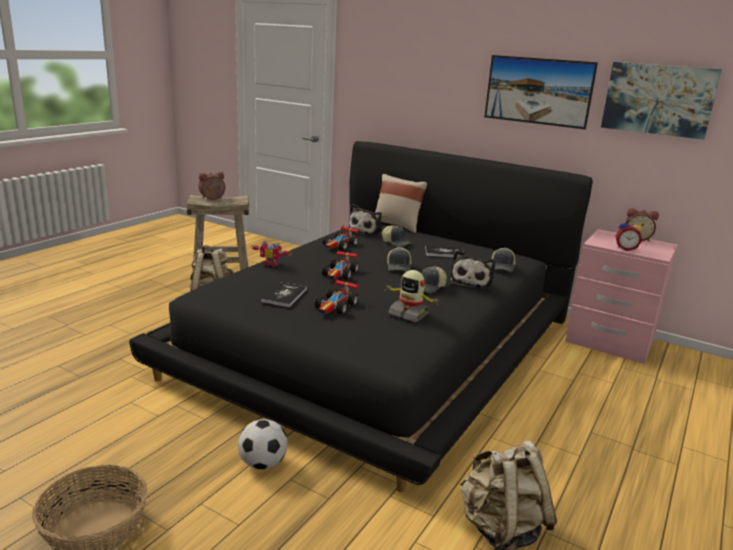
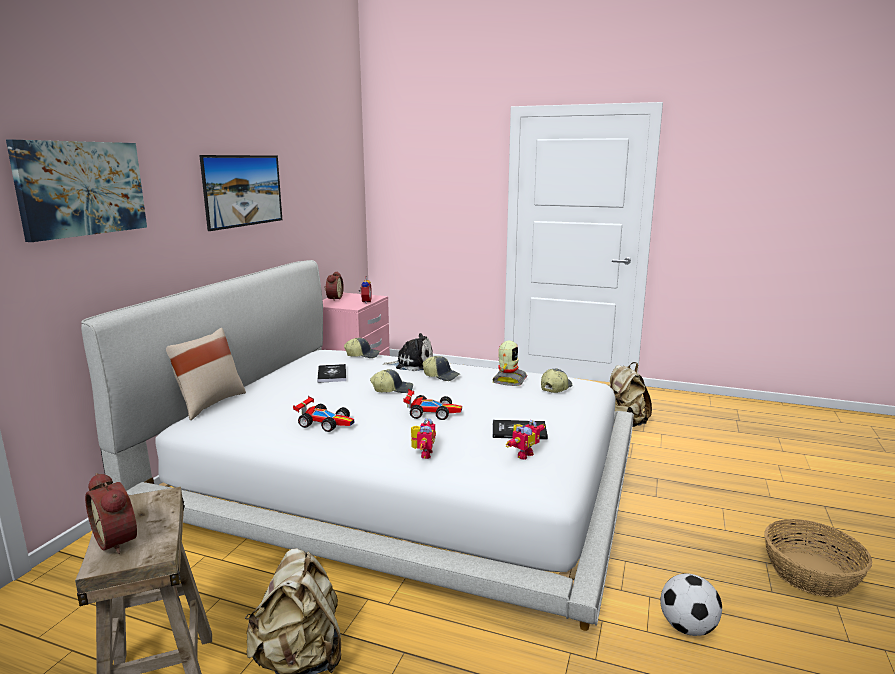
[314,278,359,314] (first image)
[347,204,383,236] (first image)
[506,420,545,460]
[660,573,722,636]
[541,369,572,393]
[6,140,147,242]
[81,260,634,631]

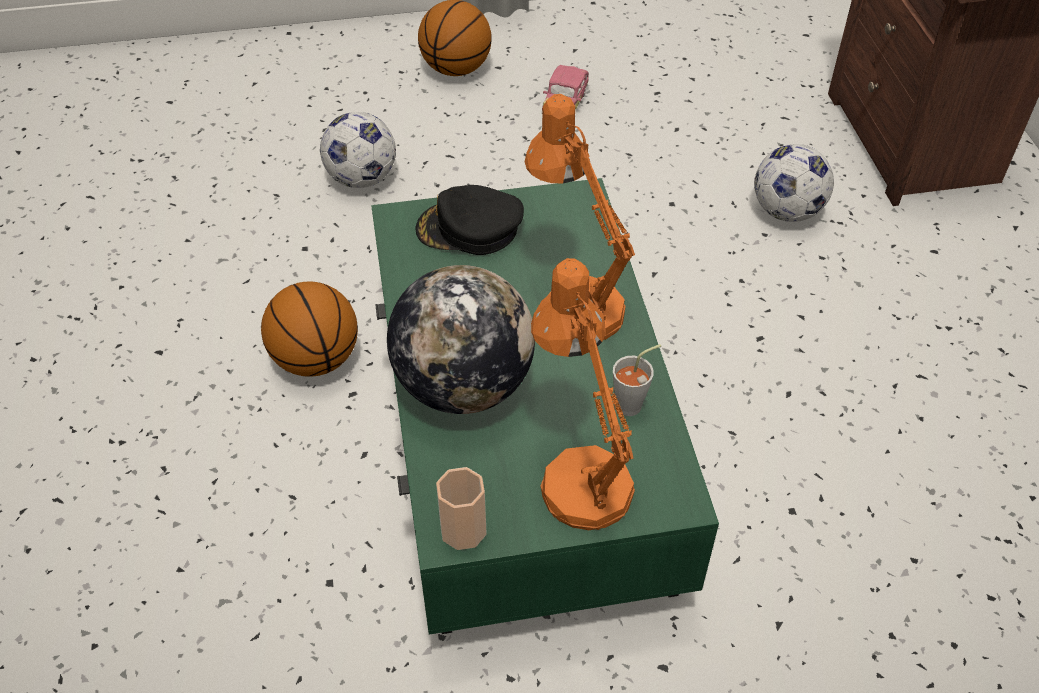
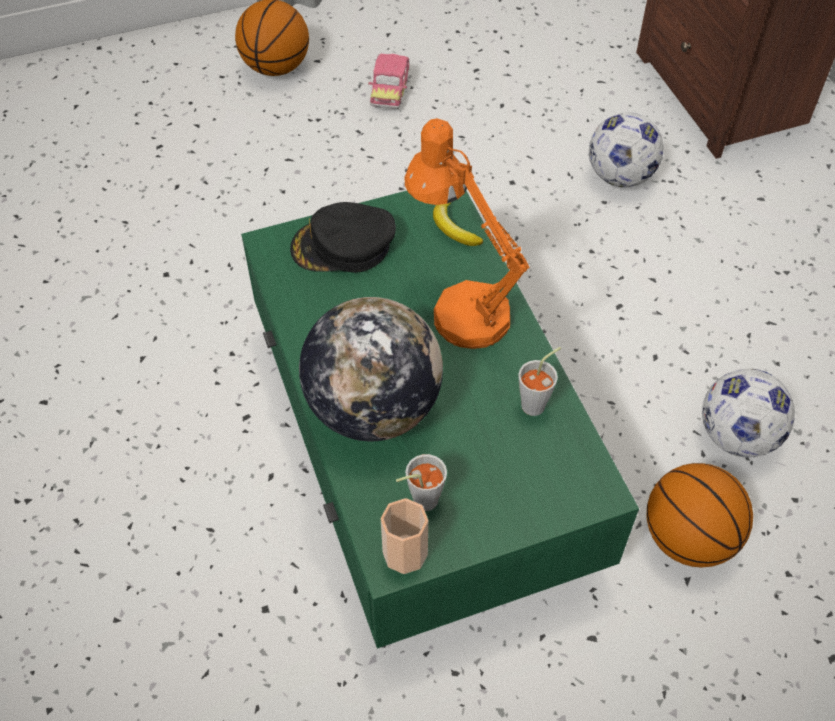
[531,258,635,530] (first image)
[396,454,447,511]
[433,202,483,246]
[647,463,753,568]
[702,369,795,458]

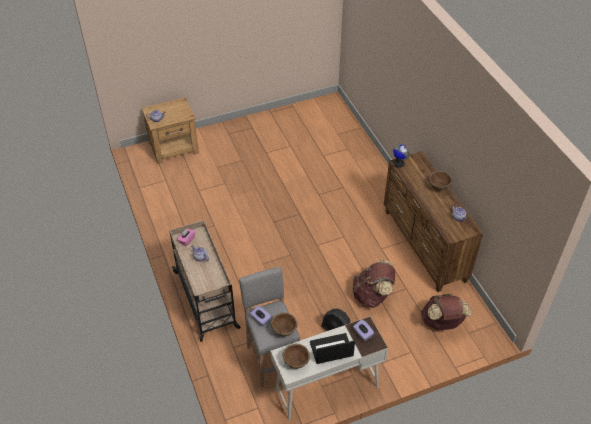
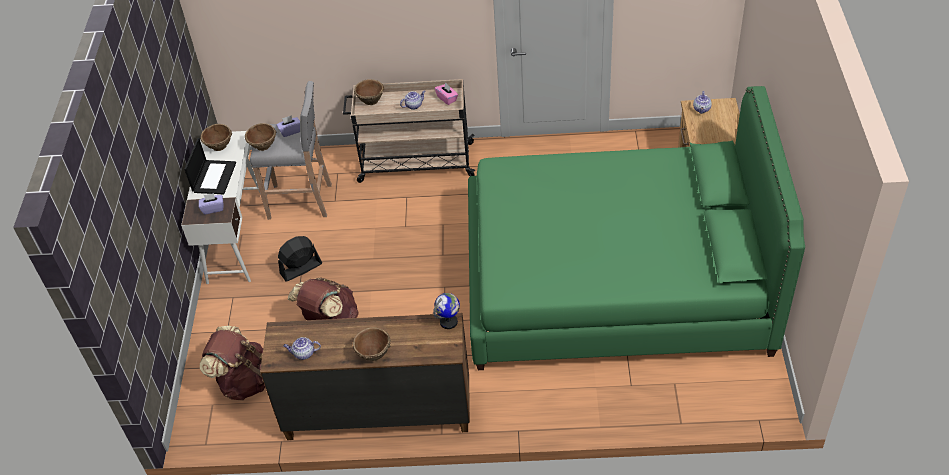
[354,79,384,105]
[468,86,805,370]

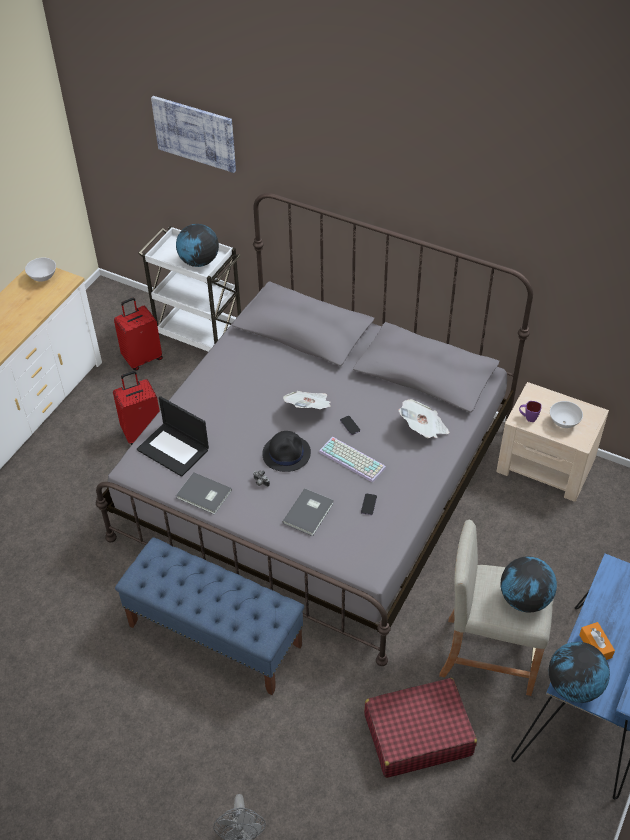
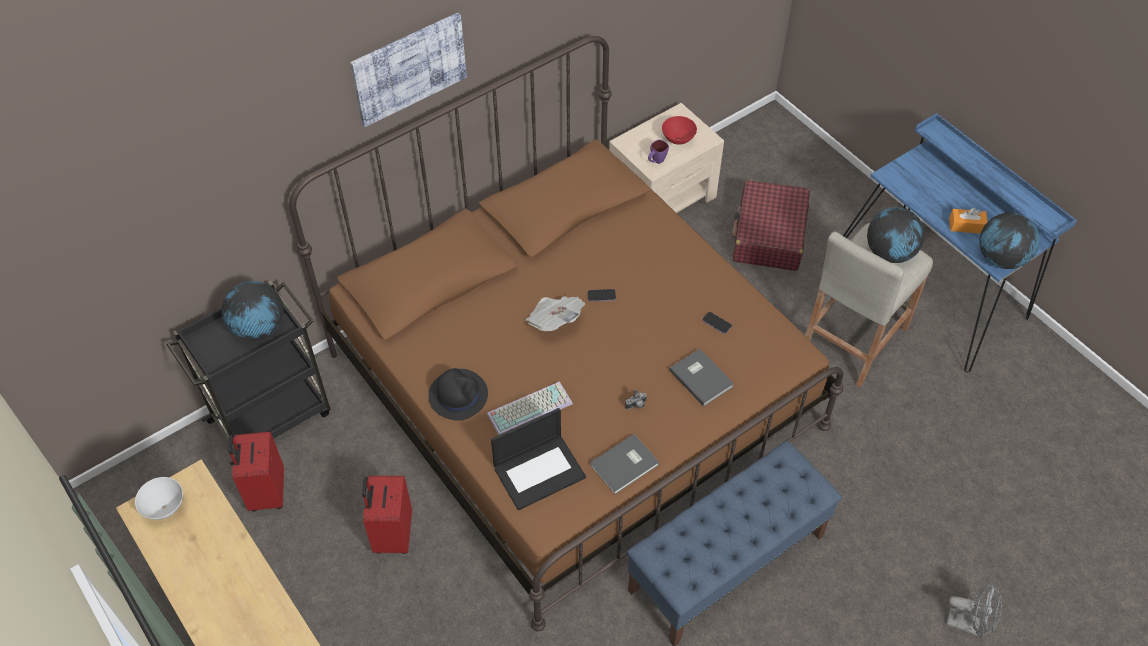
[398,399,450,438] (first image)
[350,13,467,127]
[428,368,488,421]
[487,381,573,435]
[732,180,810,271]
[289,36,843,631]
[166,281,330,465]
[662,116,697,145]

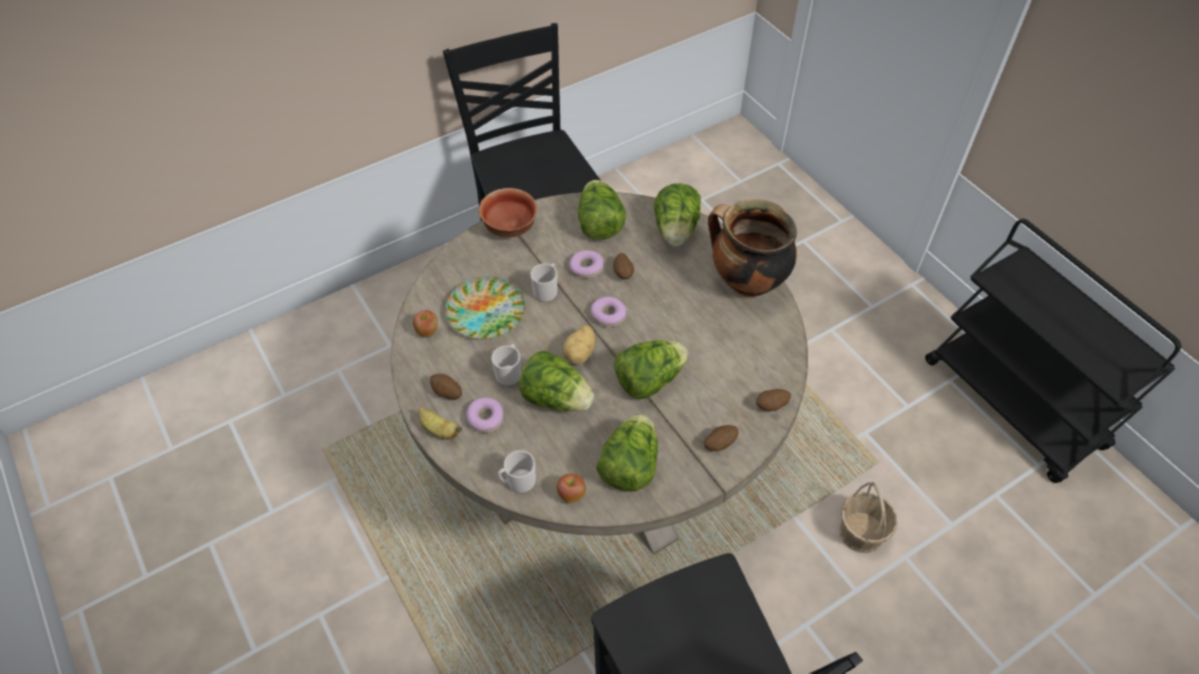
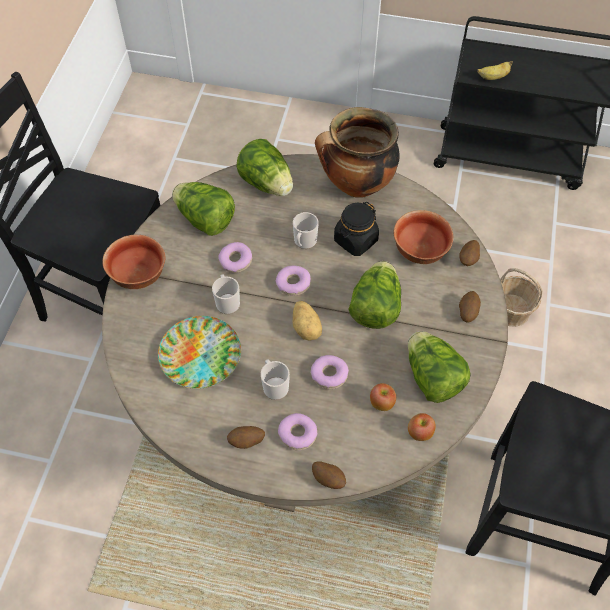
[334,202,379,256]
[394,210,453,264]
[370,383,396,411]
[477,61,513,80]
[293,212,319,249]
[312,461,346,489]
[311,355,349,389]

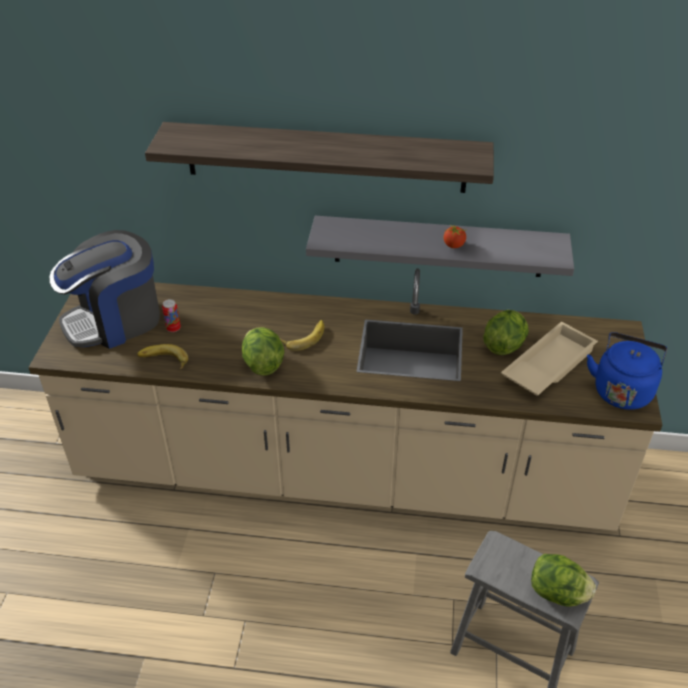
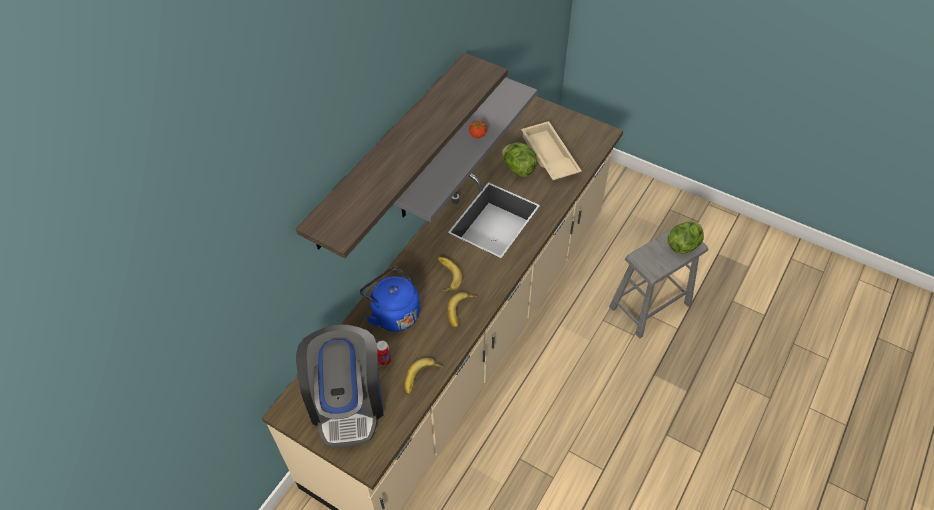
[360,266,420,332]
[447,292,477,328]

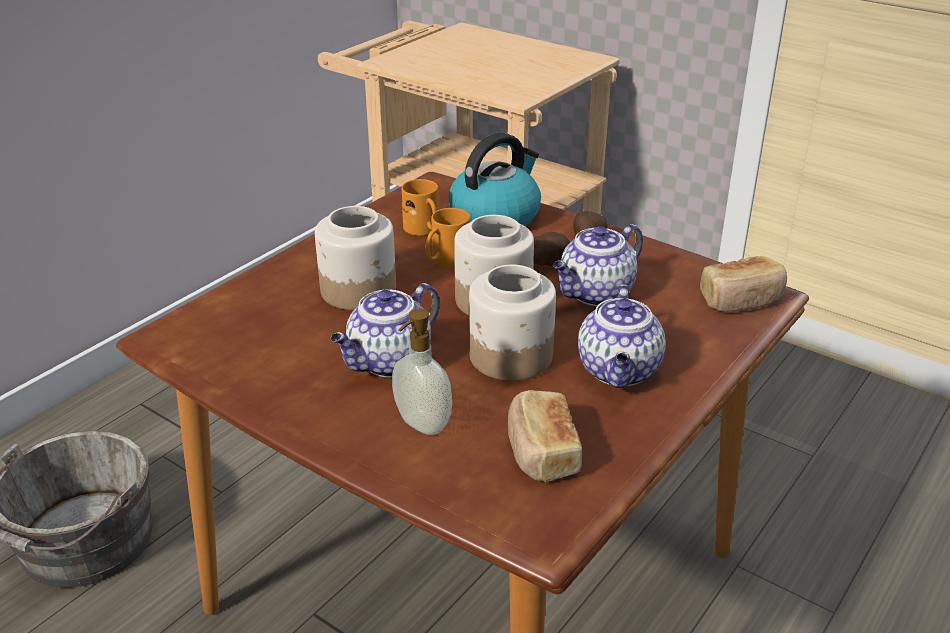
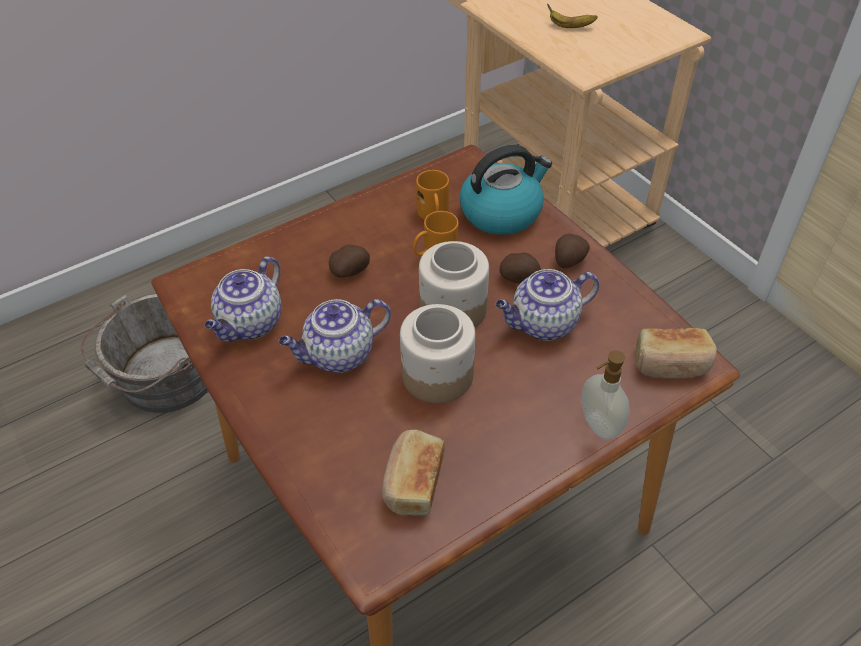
[547,4,598,28]
[581,350,630,440]
[205,256,282,342]
[329,245,370,278]

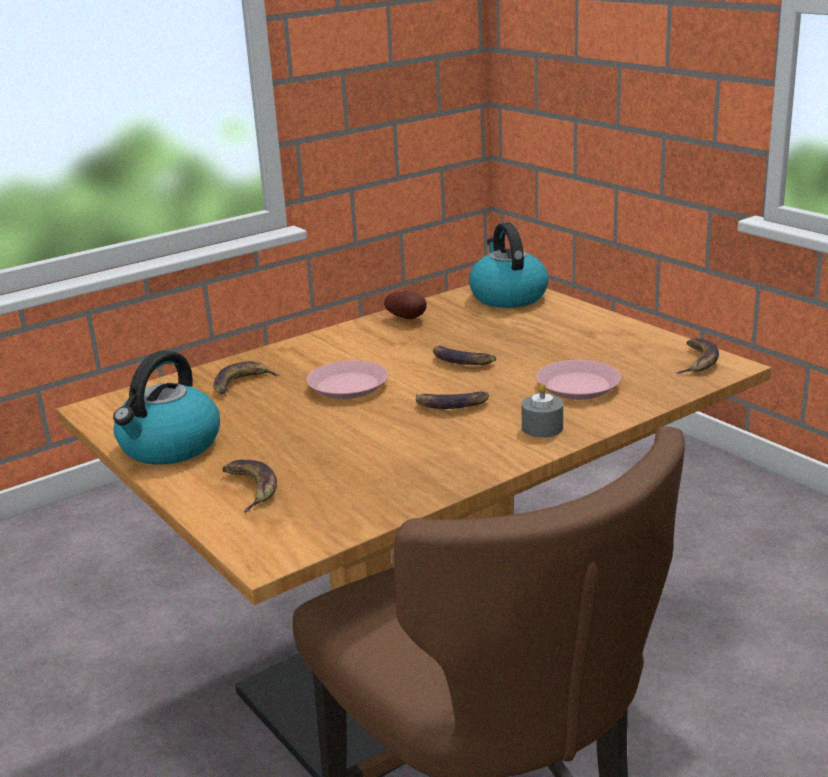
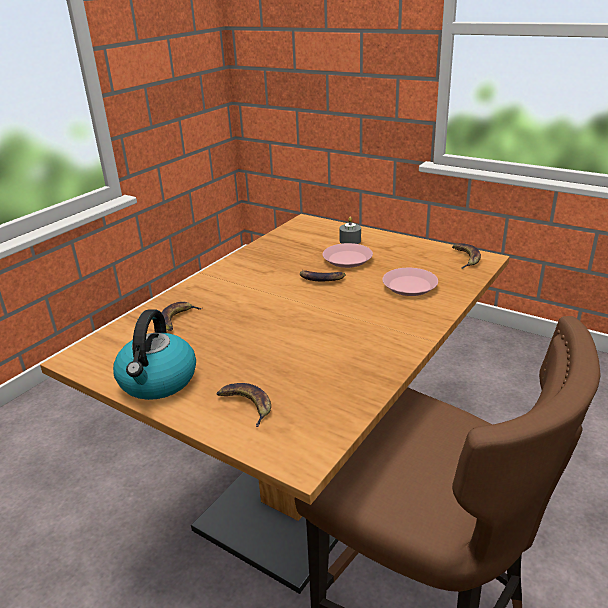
[384,291,427,319] (first image)
[416,391,489,409] (first image)
[469,222,549,308] (first image)
[323,243,373,268]
[339,217,361,244]

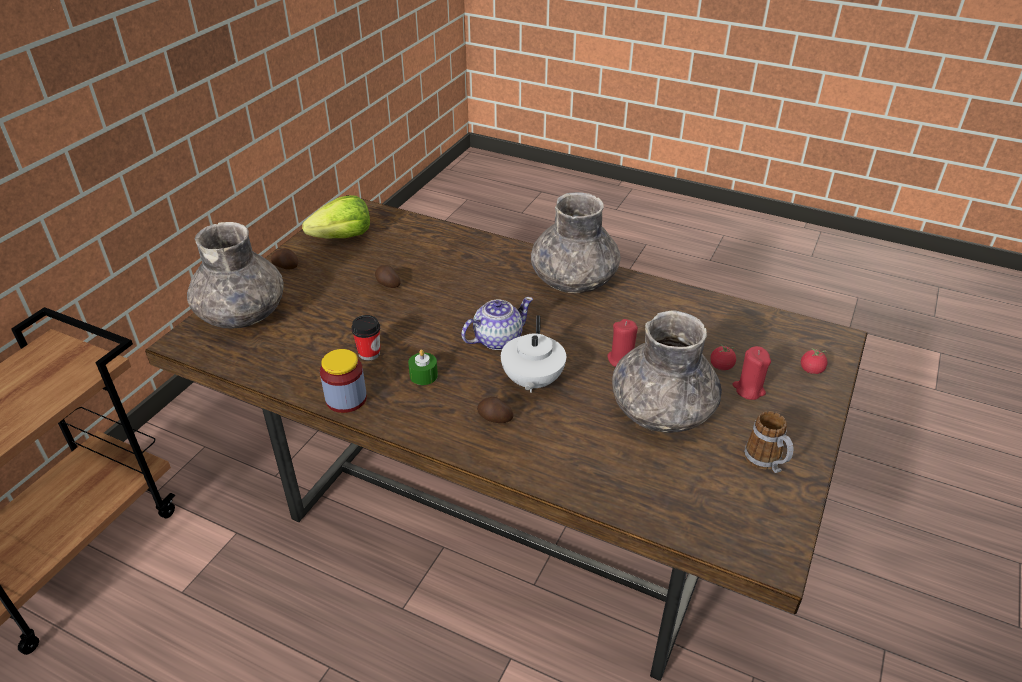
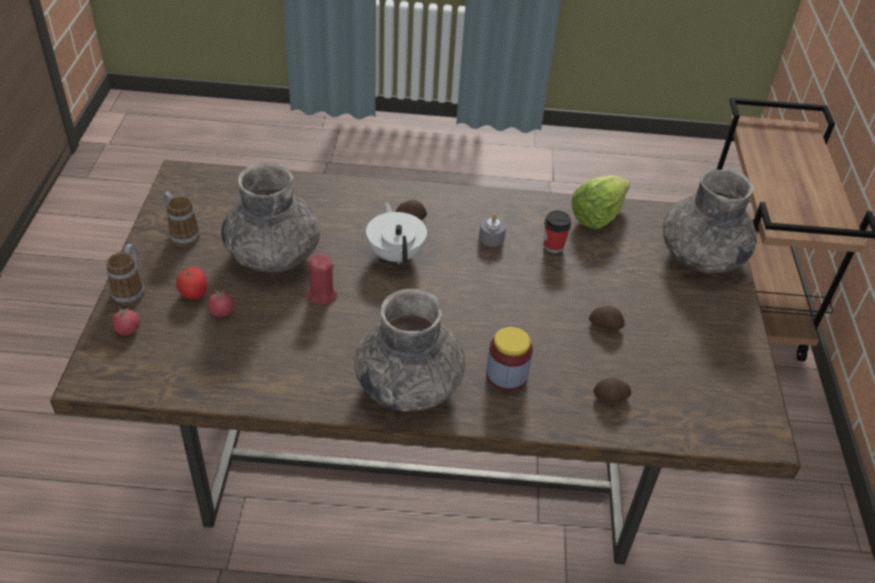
[461,297,533,350] (first image)
[107,244,145,305]
[593,377,631,403]
[572,175,630,230]
[486,327,533,391]
[176,267,207,299]
[479,214,506,247]

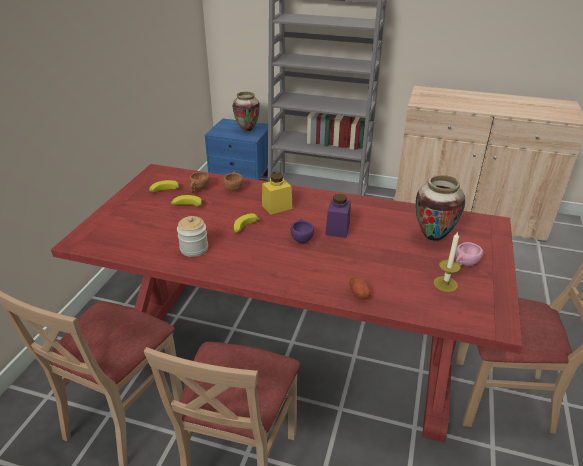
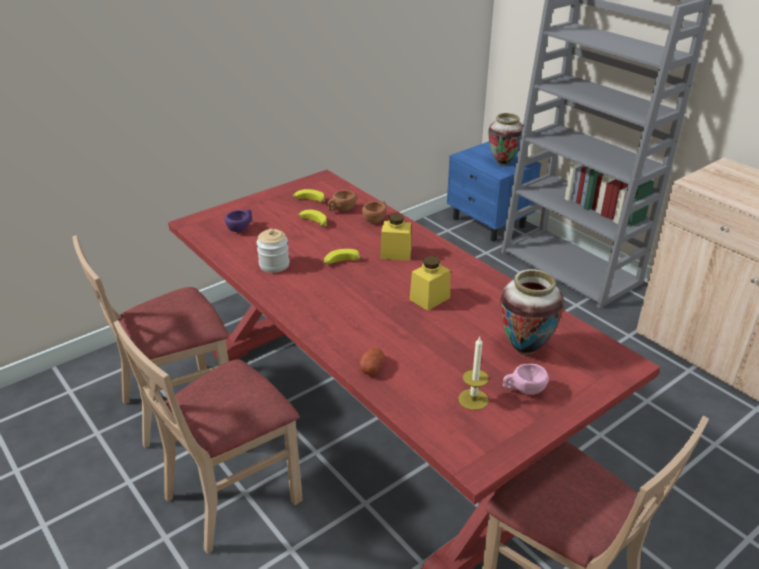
[225,209,252,232]
[409,256,450,311]

